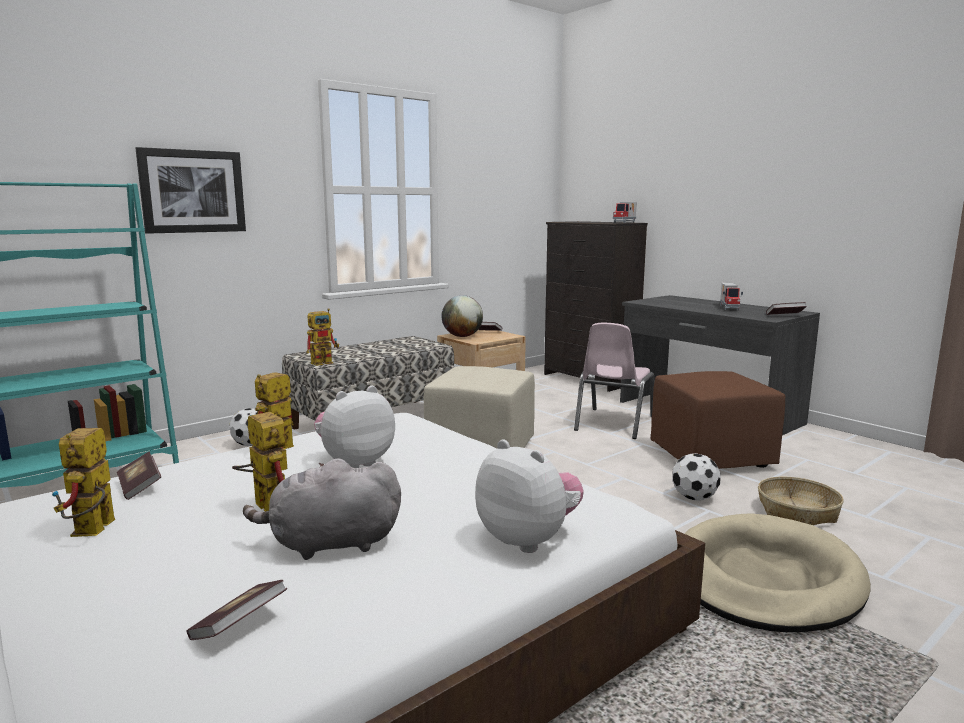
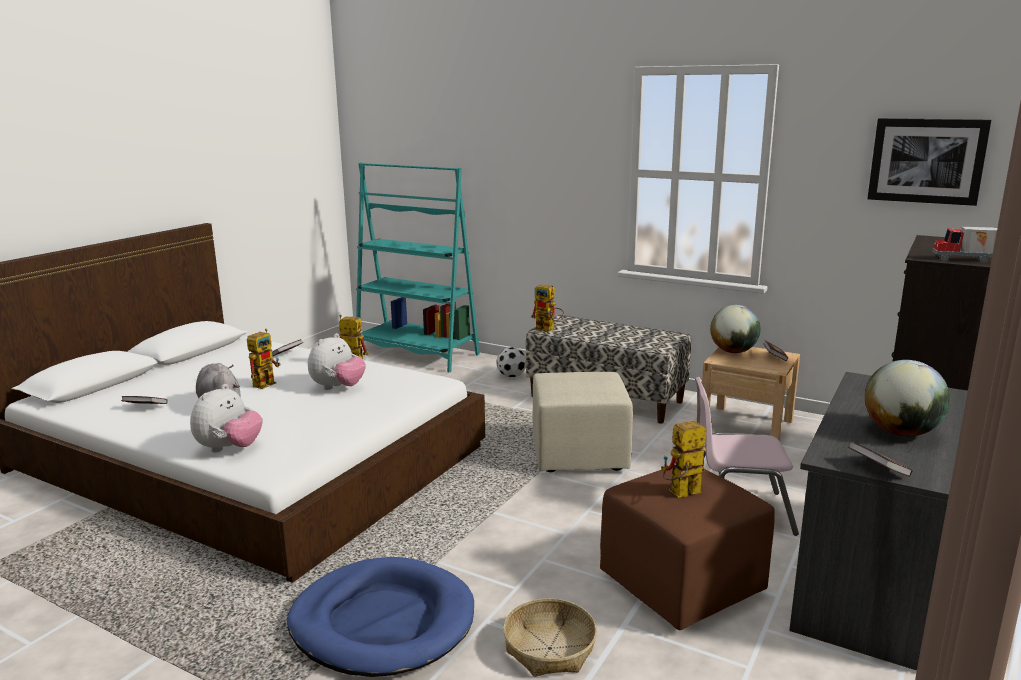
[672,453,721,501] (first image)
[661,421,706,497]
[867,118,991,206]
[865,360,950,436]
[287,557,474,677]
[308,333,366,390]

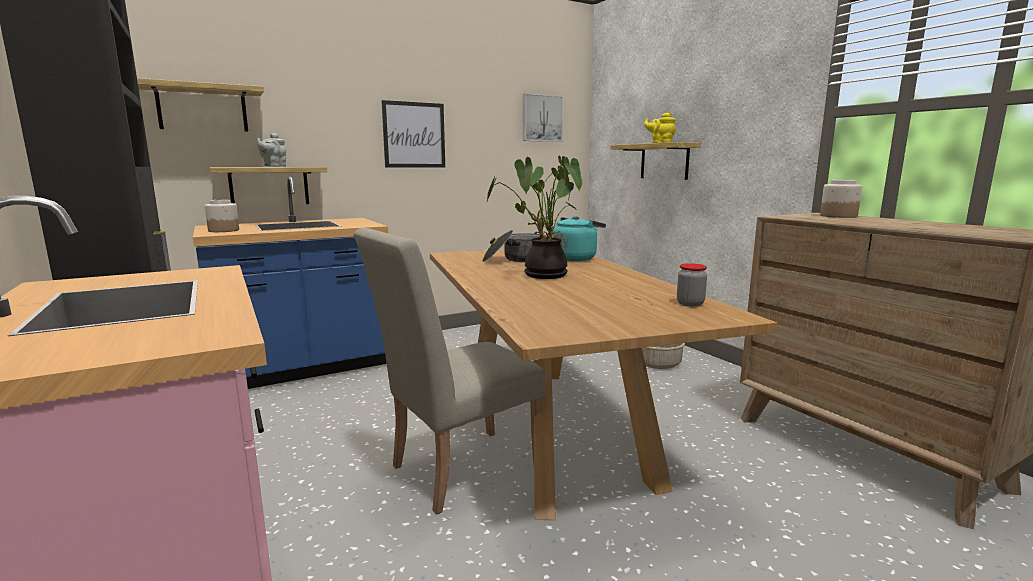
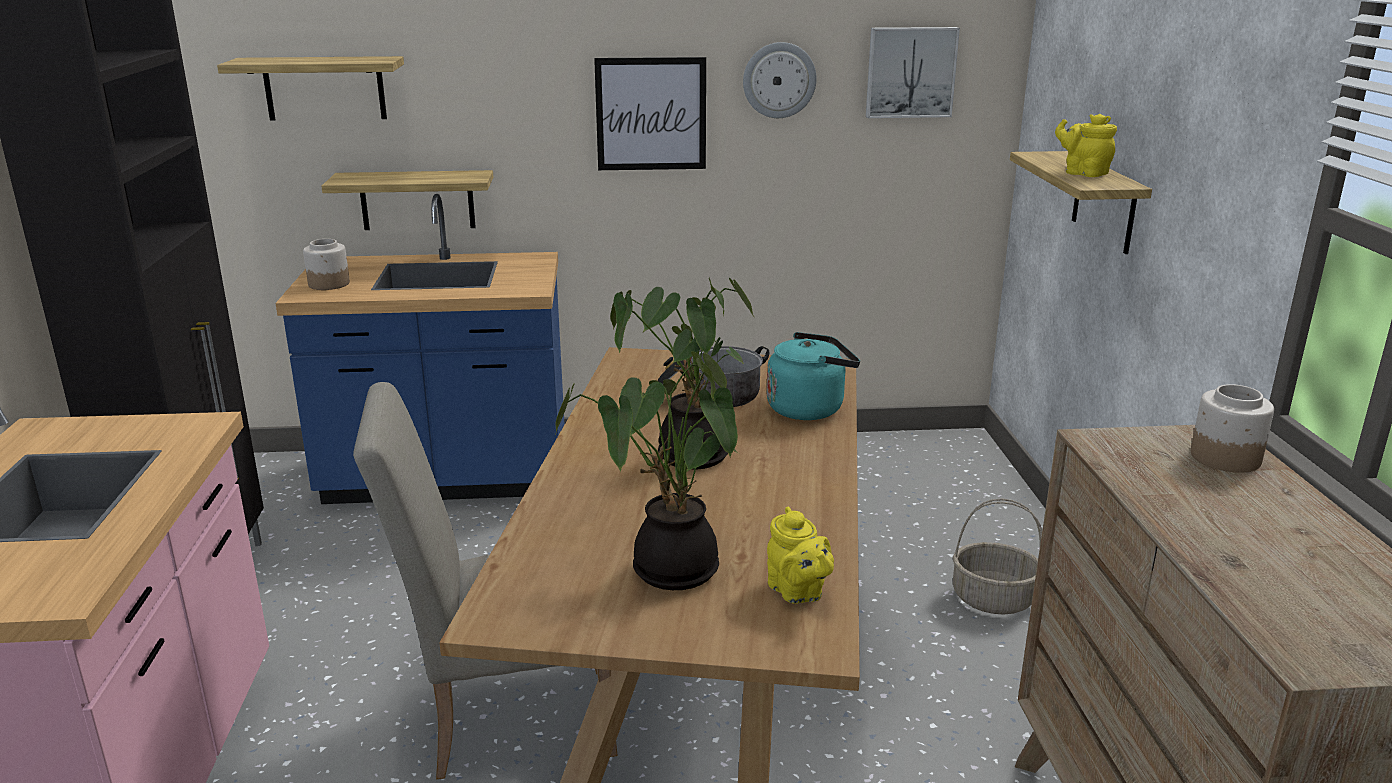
[257,133,286,167] (first image)
[555,351,739,590]
[743,42,817,118]
[767,507,834,604]

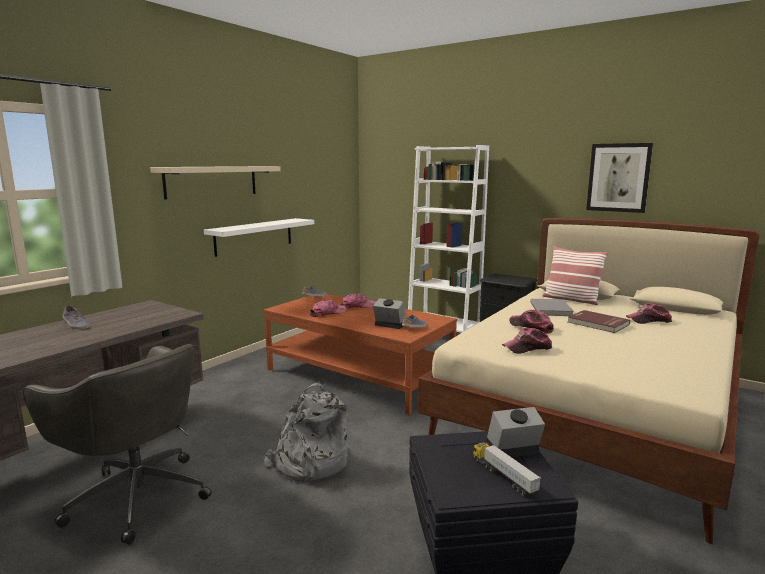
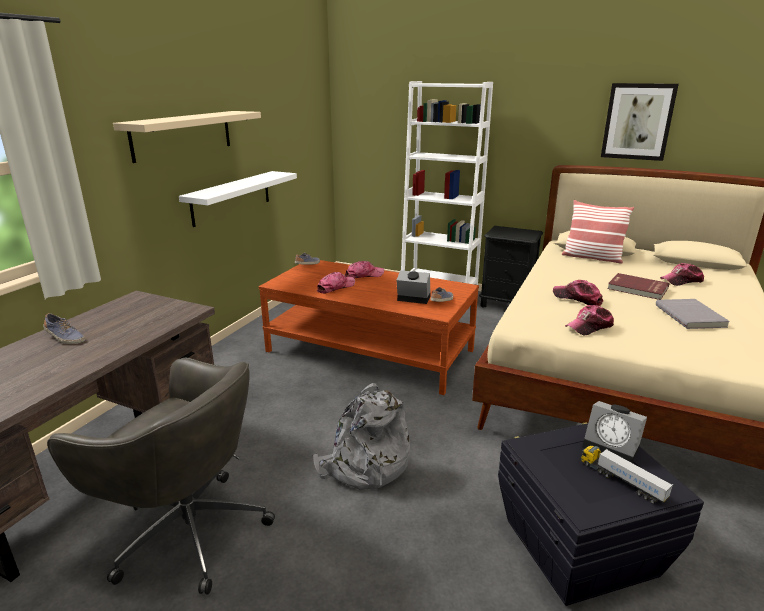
[656,299,730,329]
[582,401,647,463]

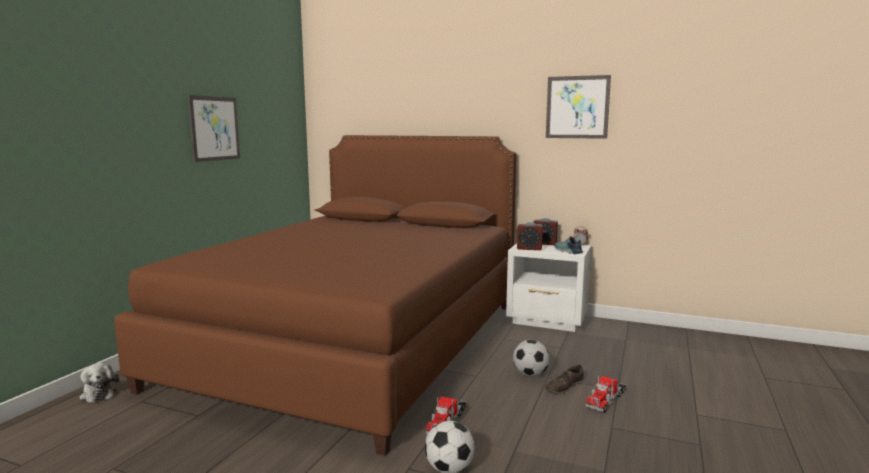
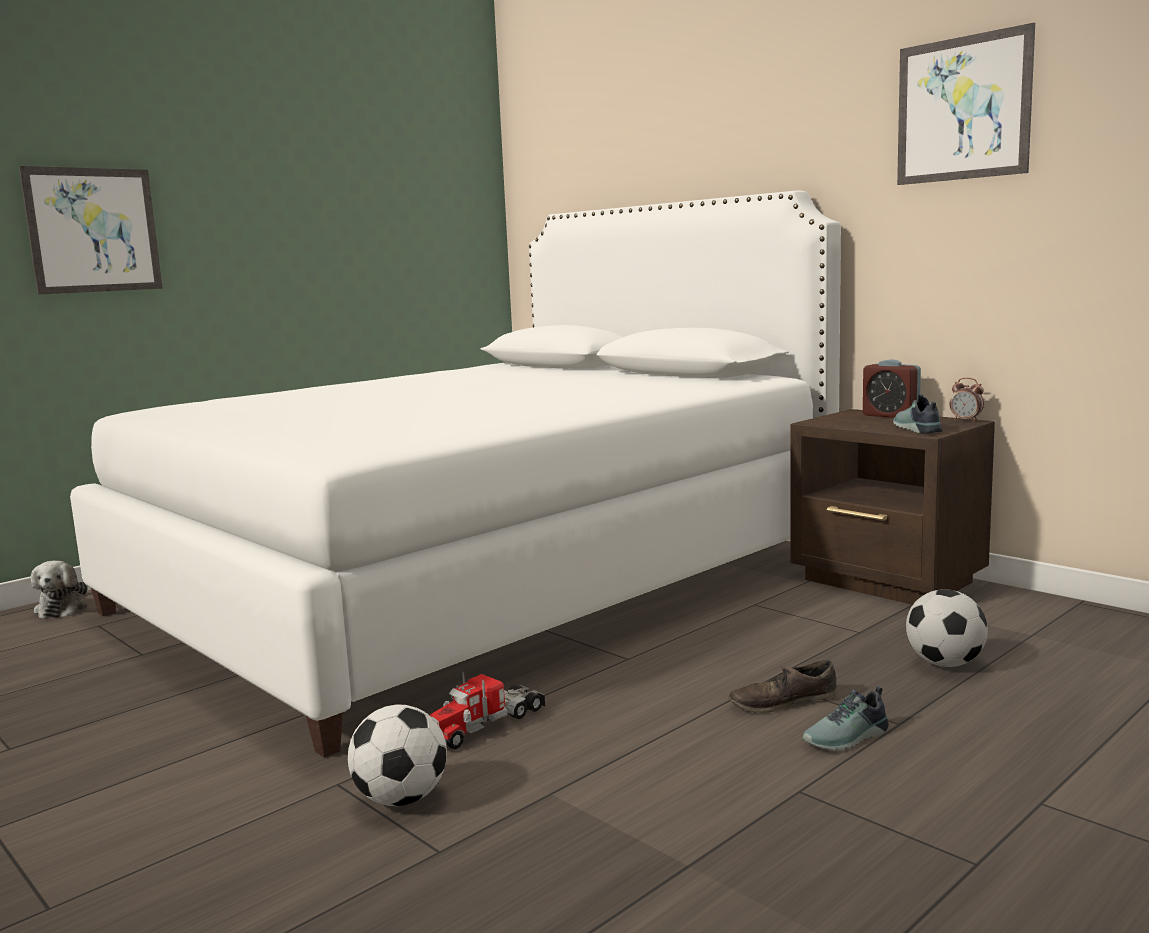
[517,222,543,250] (first image)
[19,166,163,295]
[906,589,988,667]
[802,686,889,751]
[70,191,841,758]
[790,409,995,605]

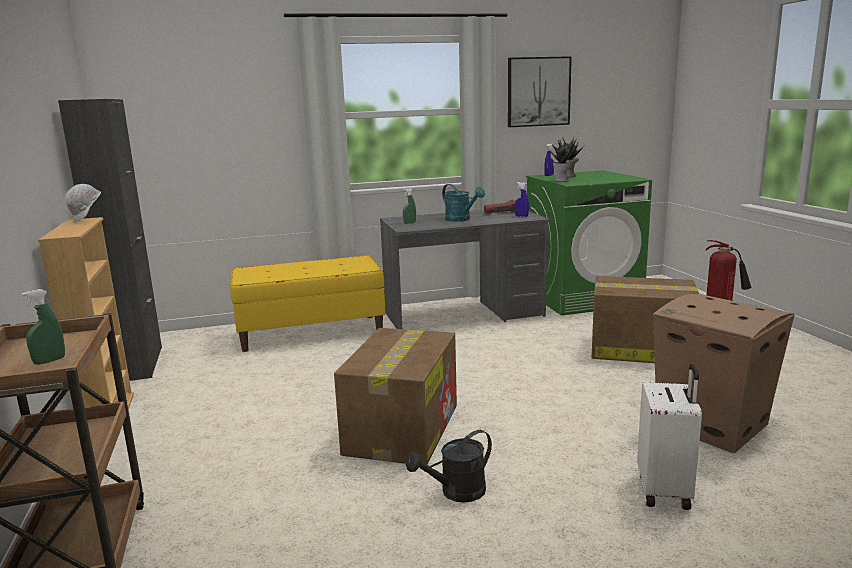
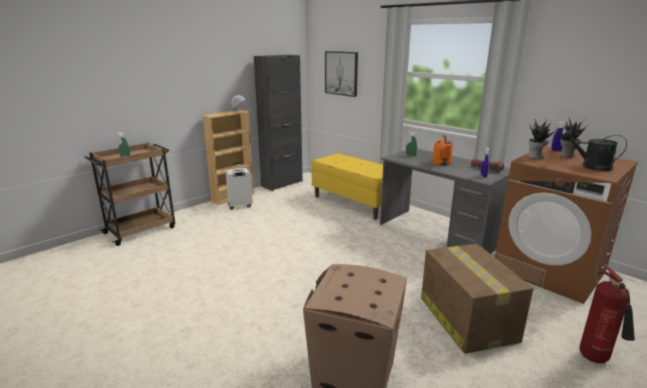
[334,328,457,465] (first image)
[562,130,627,171]
[325,51,358,97]
[226,162,253,210]
[432,135,453,166]
[495,146,638,304]

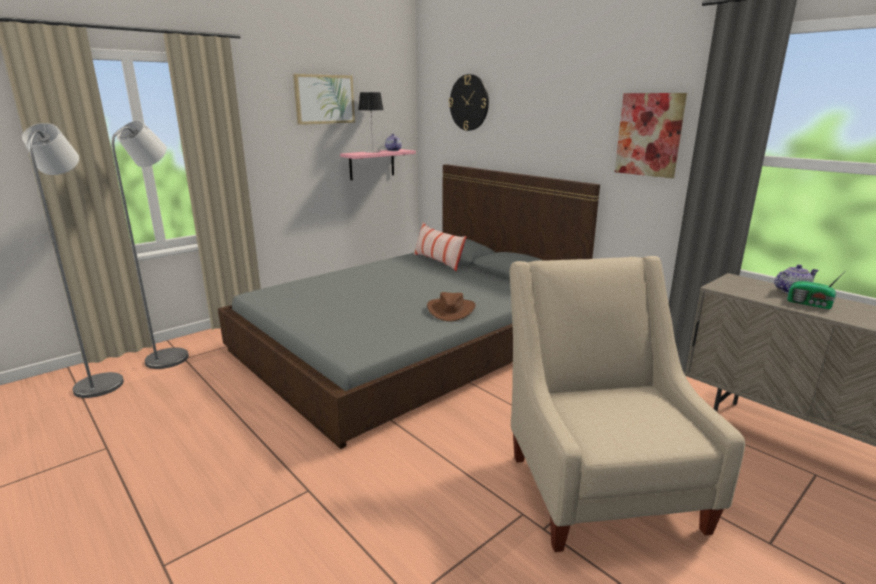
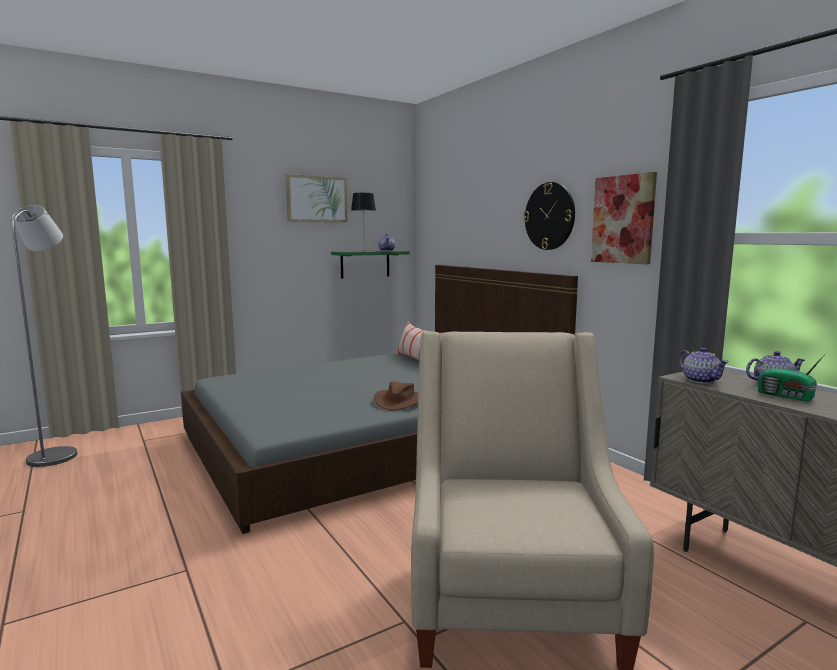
[111,121,189,369] (first image)
[678,348,729,384]
[524,182,575,250]
[331,251,409,279]

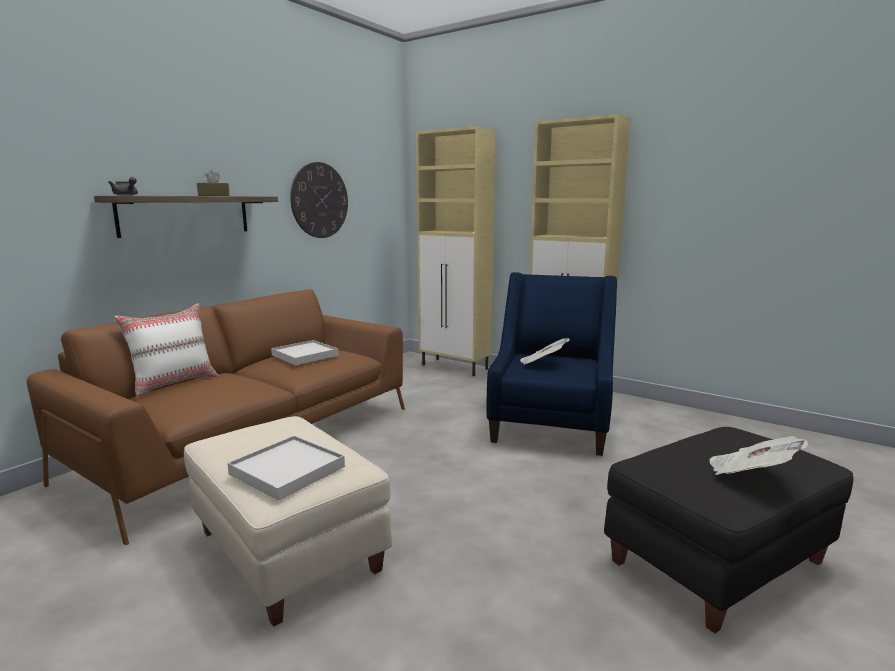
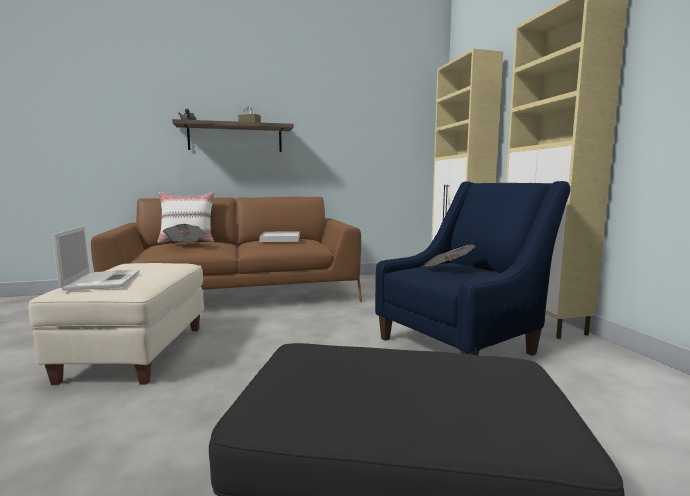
[290,162,348,238] (first image)
[163,224,205,242]
[52,226,140,291]

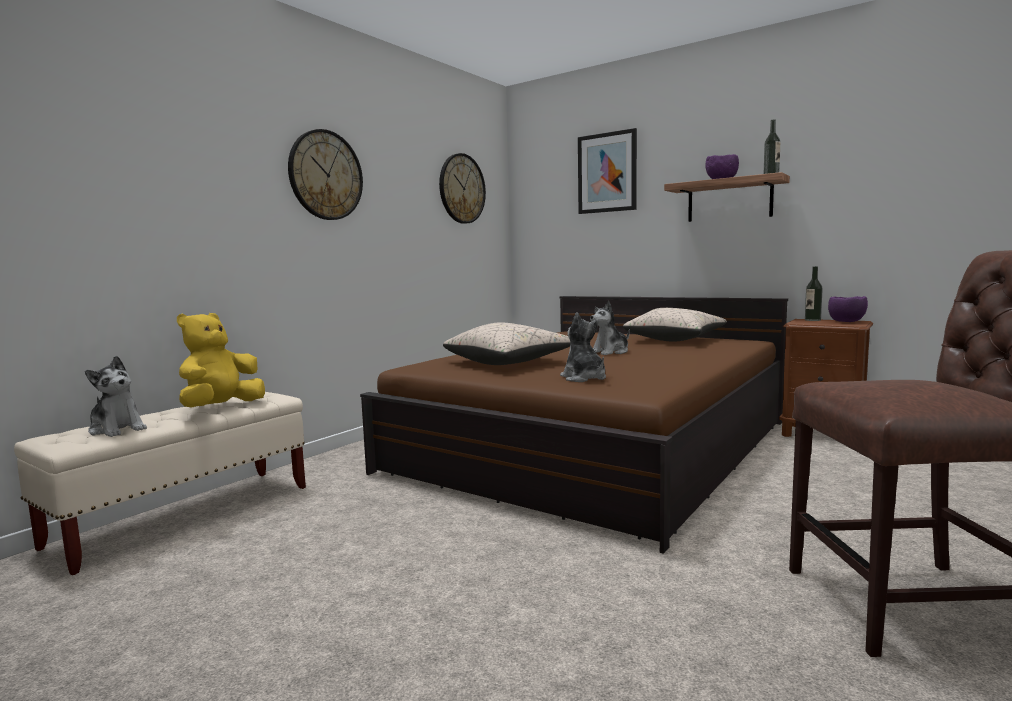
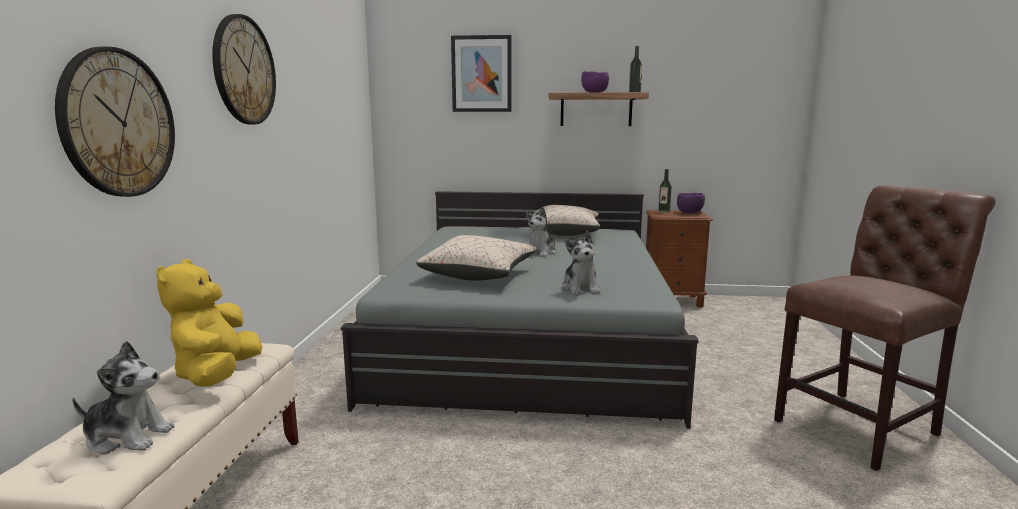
[55,47,175,197]
[341,191,699,429]
[562,231,600,295]

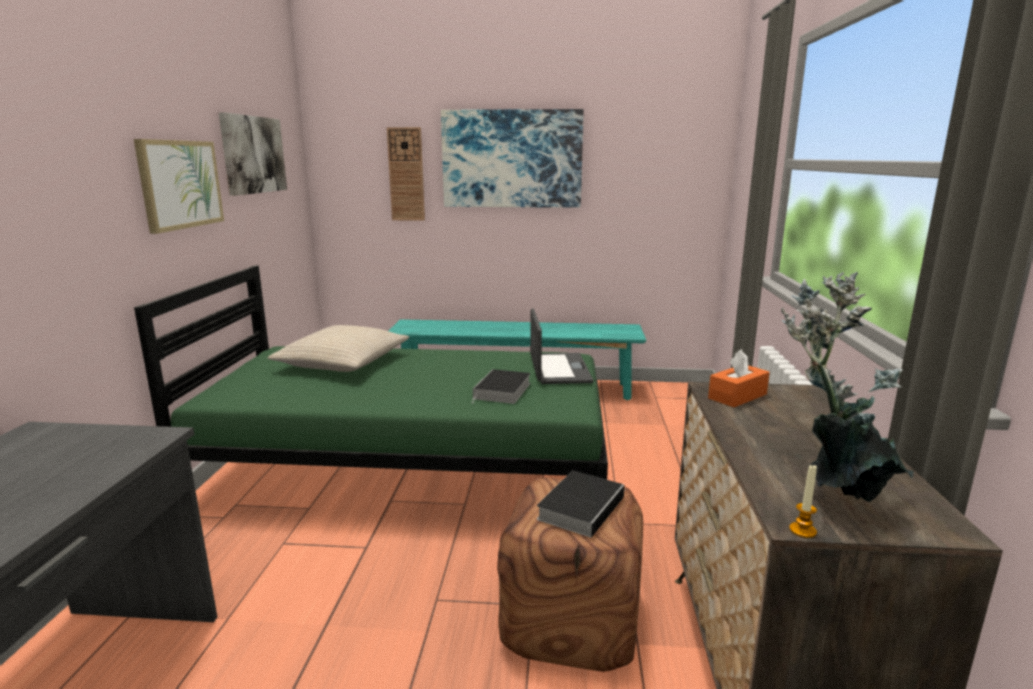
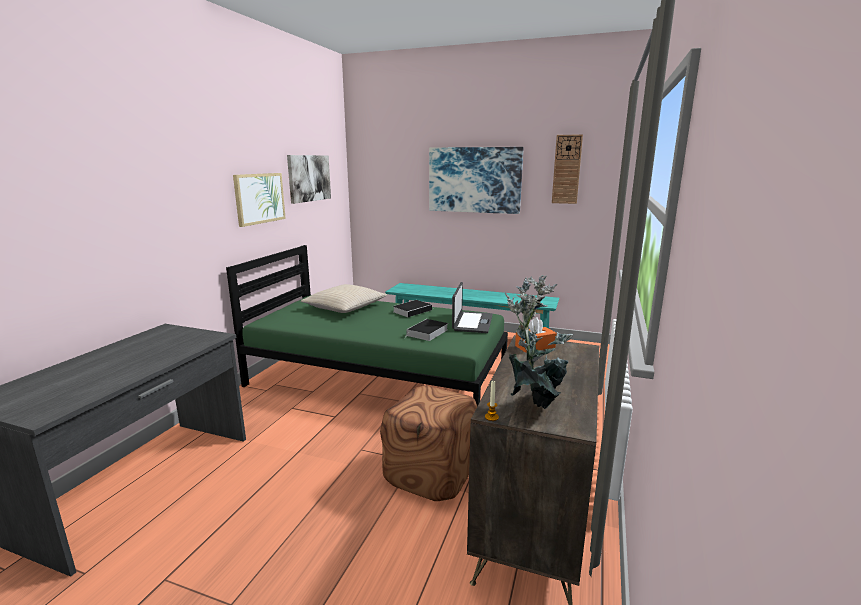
[552,134,583,204]
[393,300,432,317]

